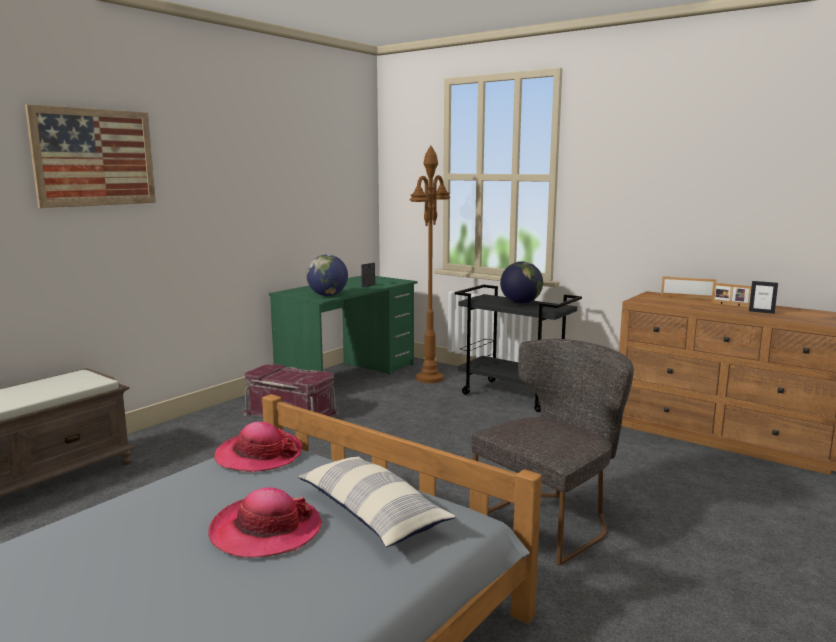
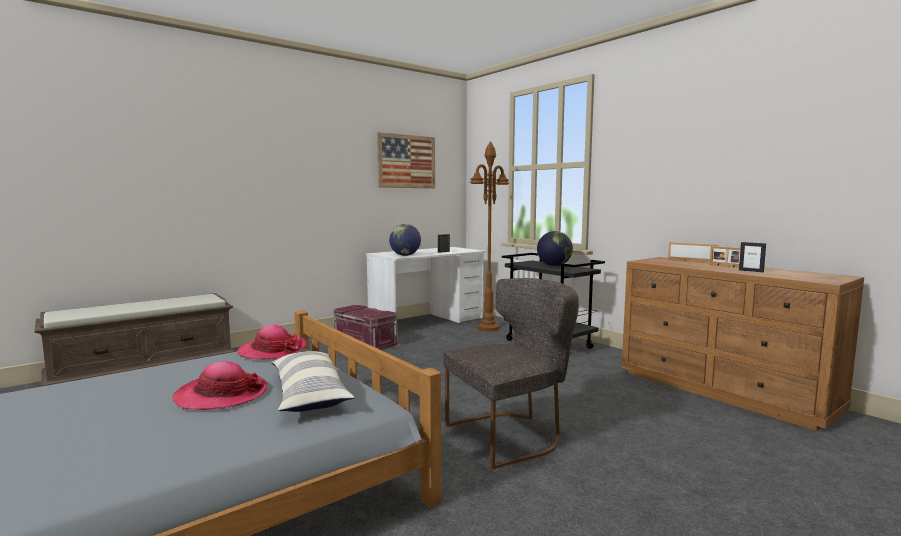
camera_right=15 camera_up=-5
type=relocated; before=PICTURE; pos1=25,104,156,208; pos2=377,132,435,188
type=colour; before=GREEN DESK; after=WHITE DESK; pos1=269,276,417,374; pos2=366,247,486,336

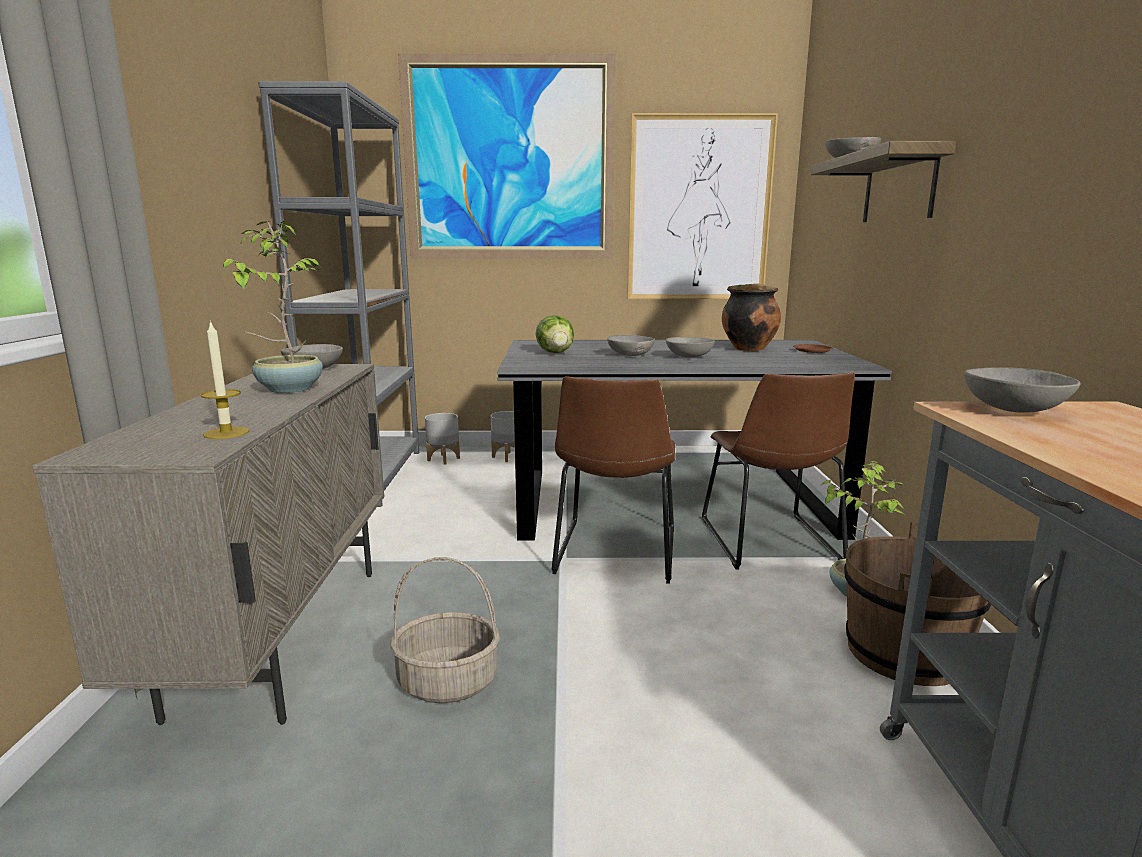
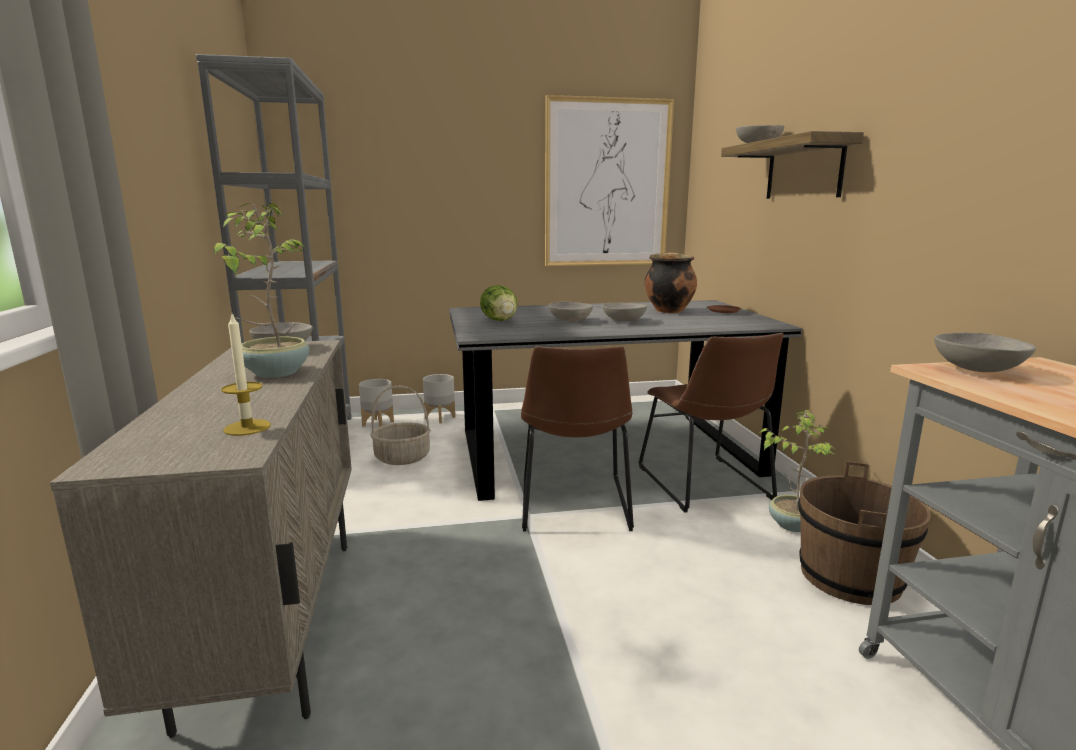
camera_right=-10 camera_up=0
type=relocated; before=BASKET; pos1=390,557,500,703; pos2=370,385,431,465
type=missing; before=PICTURE; pos1=398,53,616,259

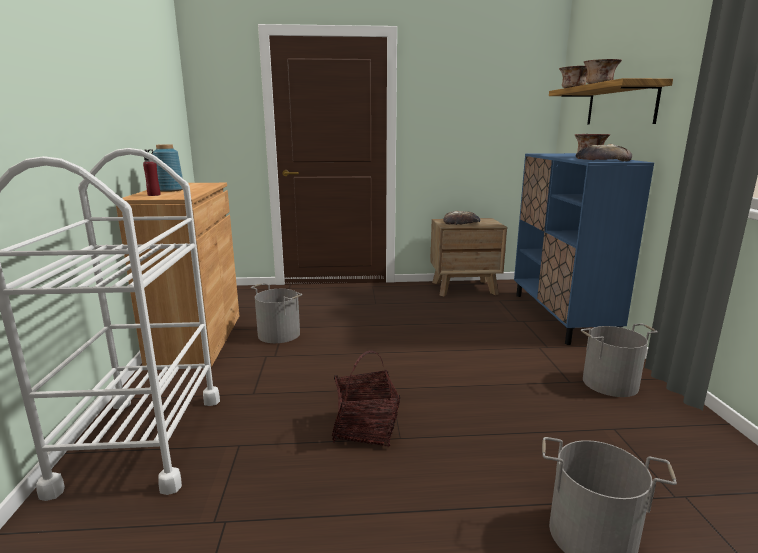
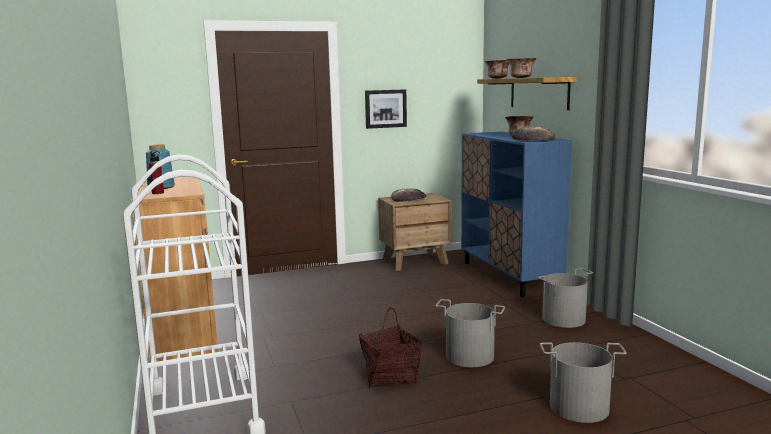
camera_right=-15 camera_up=-5
type=relocated; before=GREY BUCKET; pos1=251,283,303,343; pos2=435,299,505,367
type=appeared; after=PICTURE; pos2=365,89,407,129

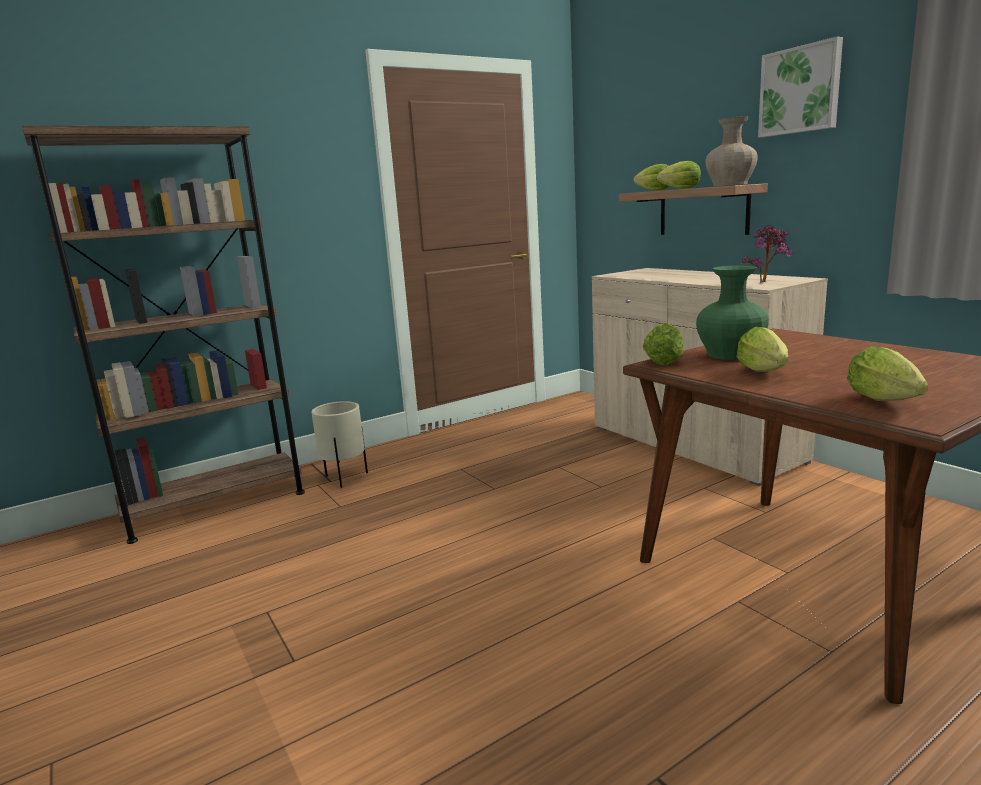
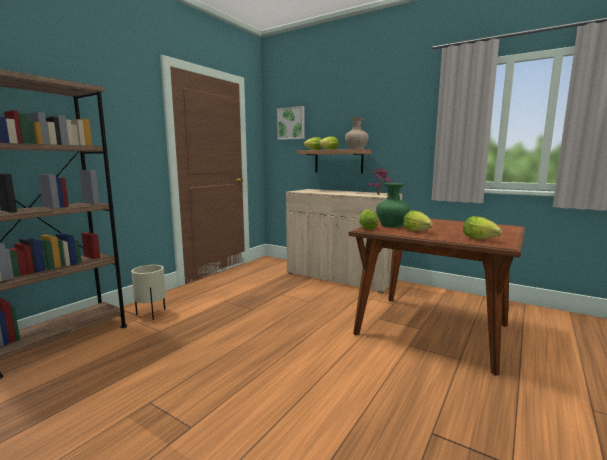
camera_right=-25 camera_up=-5
type=relocated; before=PICTURE; pos1=758,36,843,137; pos2=277,106,304,140

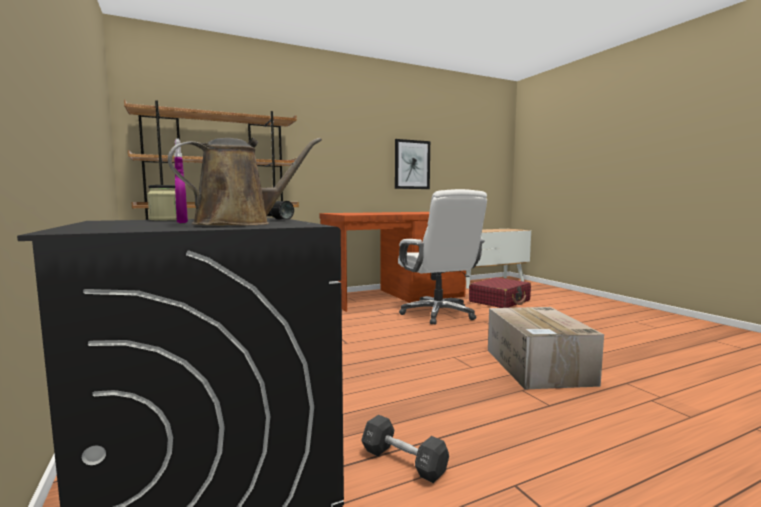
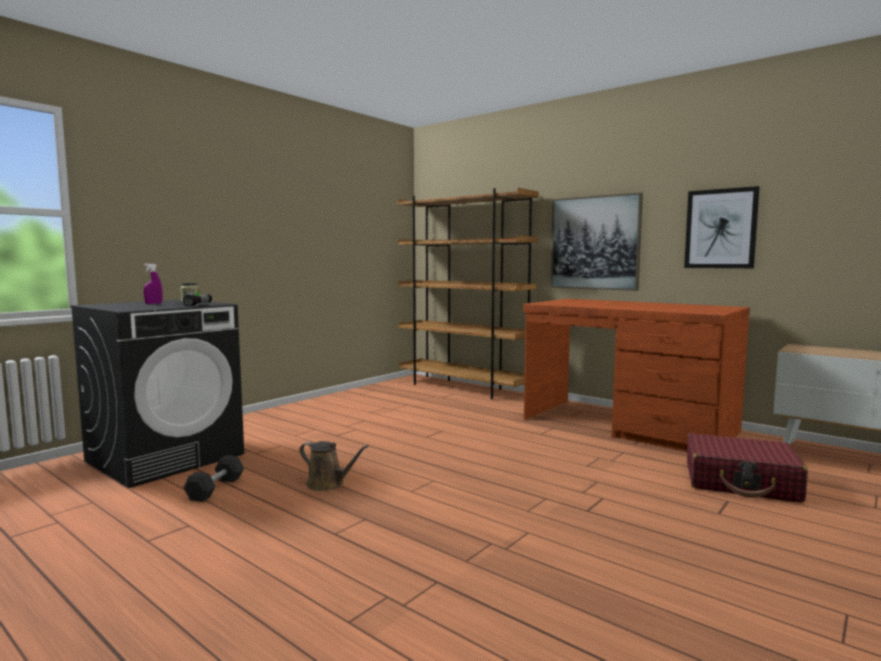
camera_right=65 camera_up=0
type=relocated; before=BROWN WATERING CAN; pos1=168,138,322,225; pos2=299,441,369,491
type=missing; before=WHITE OFFICE CHAIR; pos1=398,189,487,325
type=missing; before=CARDBOARD BOX; pos1=488,307,604,389
type=appeared; after=PICTURE; pos2=550,193,643,291

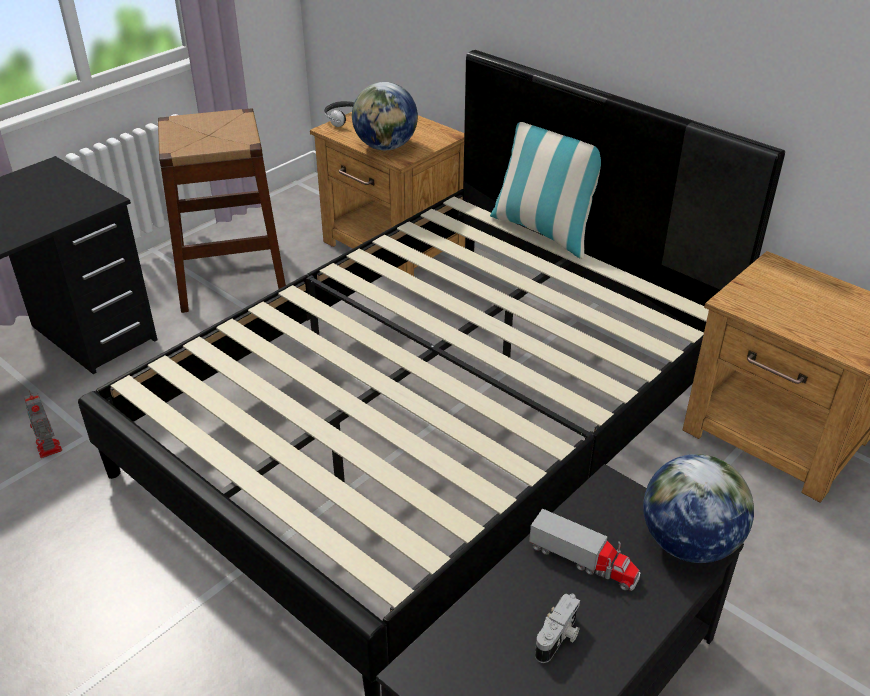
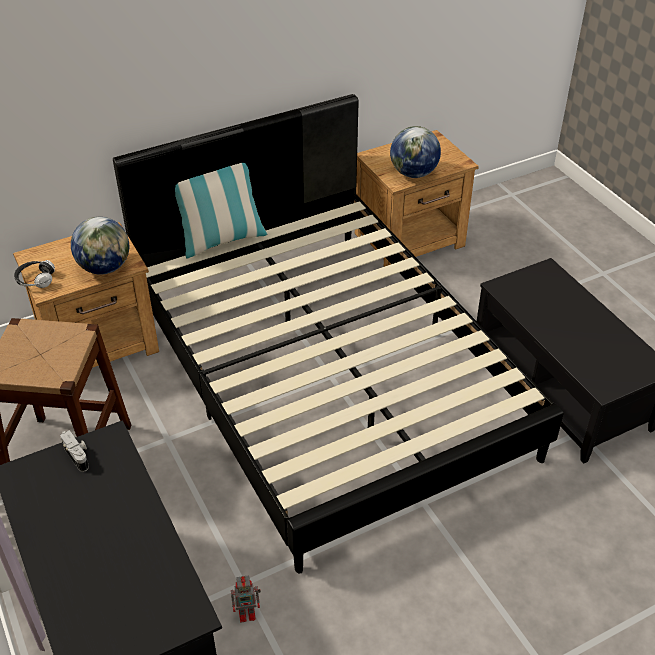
camera_right=-70 camera_up=5
type=missing; before=TOY TRUCK; pos1=529,508,641,591
type=relocated; before=PHOTO CAMERA; pos1=535,594,580,663; pos2=60,430,89,472
type=relocated; before=GLOBE; pos1=643,454,754,563; pos2=390,126,441,178

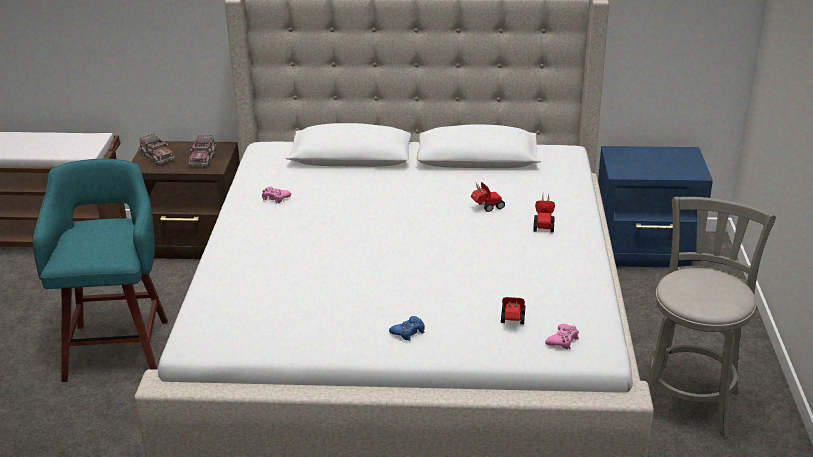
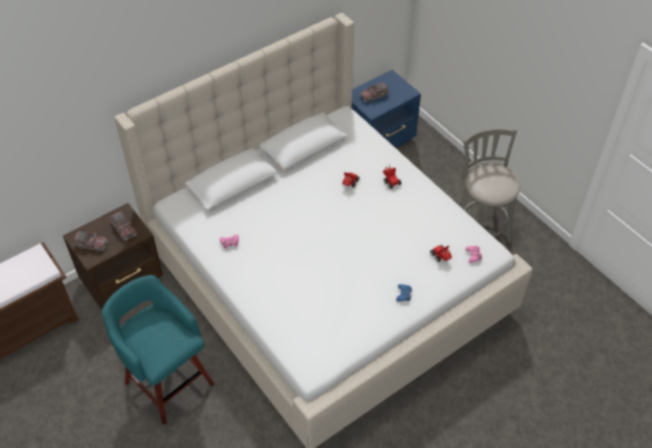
camera_right=-40 camera_up=20
type=appeared; after=TOY TRUCK; pos2=360,82,389,102

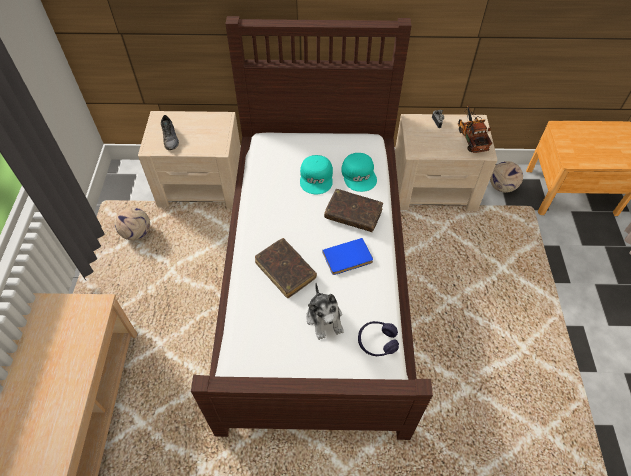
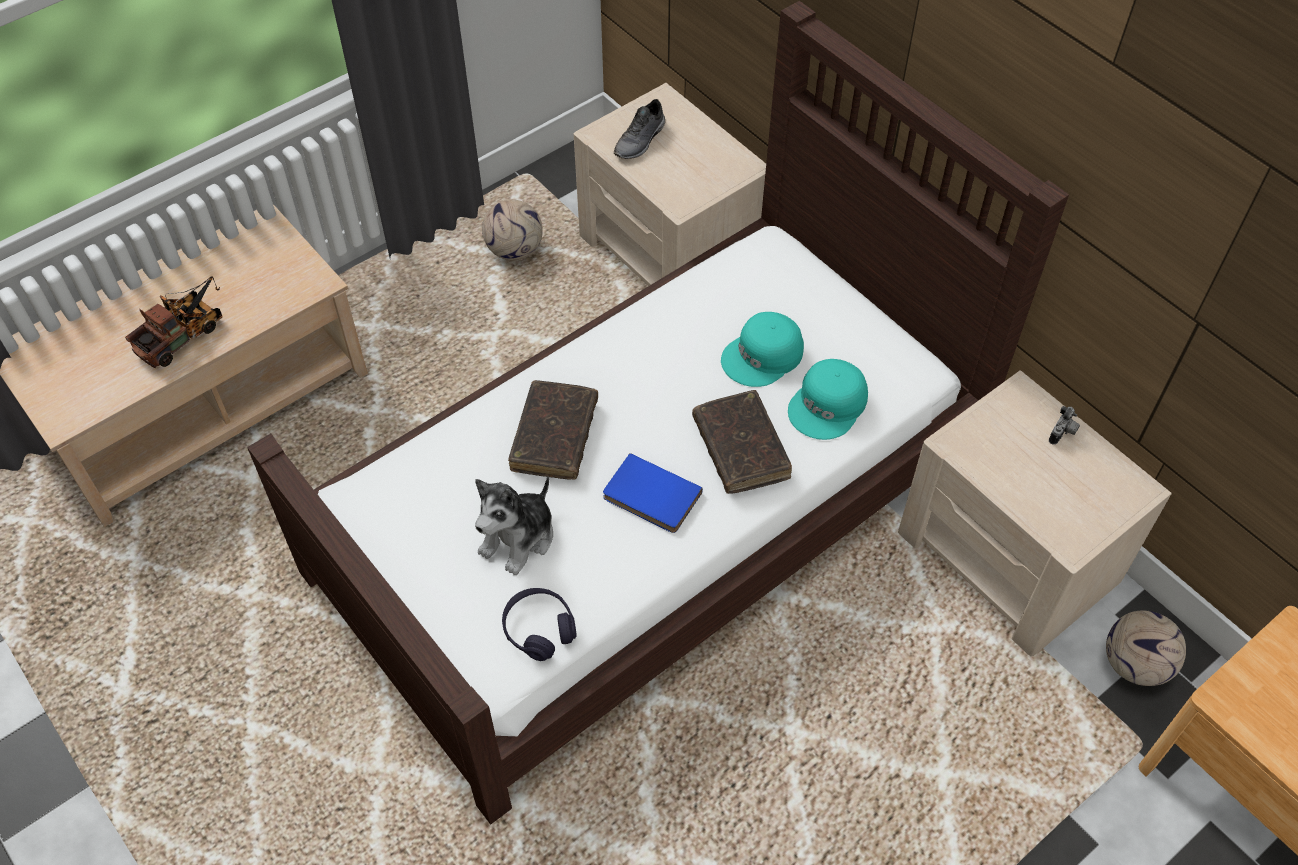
camera_right=50 camera_up=0
type=relocated; before=TOY TRUCK; pos1=458,105,492,153; pos2=125,276,223,368

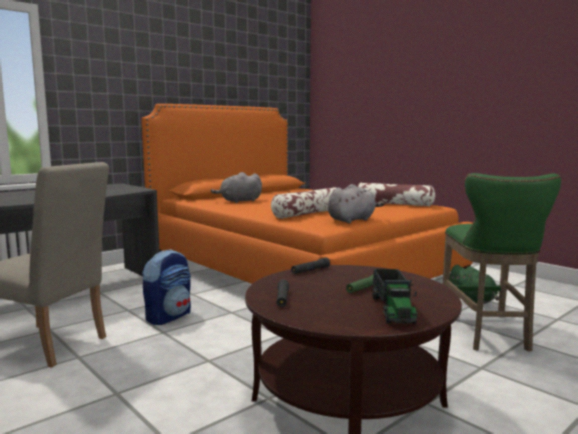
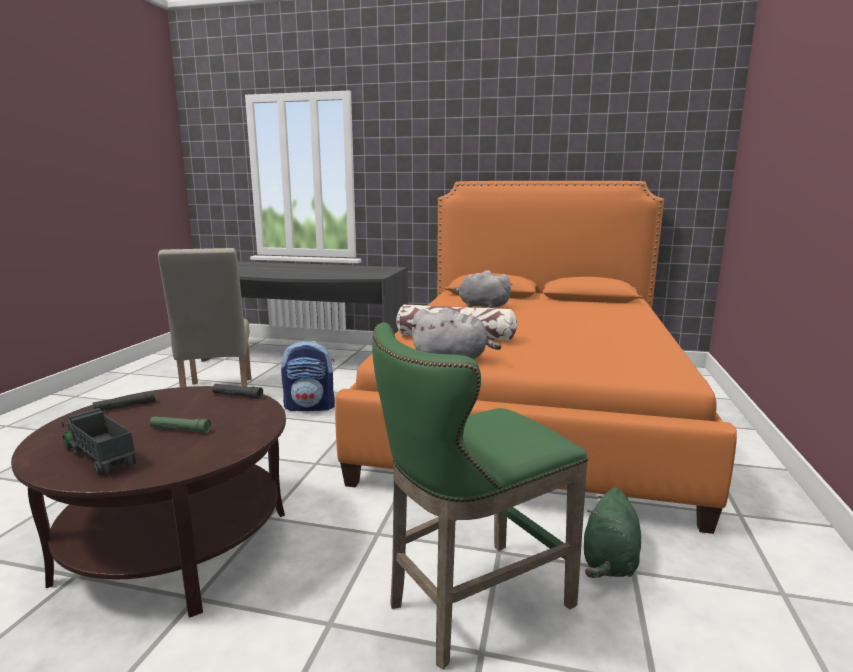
camera_right=55 camera_up=5
type=missing; before=PILLOW; pos1=357,183,435,206
type=spun; before=TOY TRUCK; pos1=372,269,417,324; pos2=62,408,136,476; turn=75

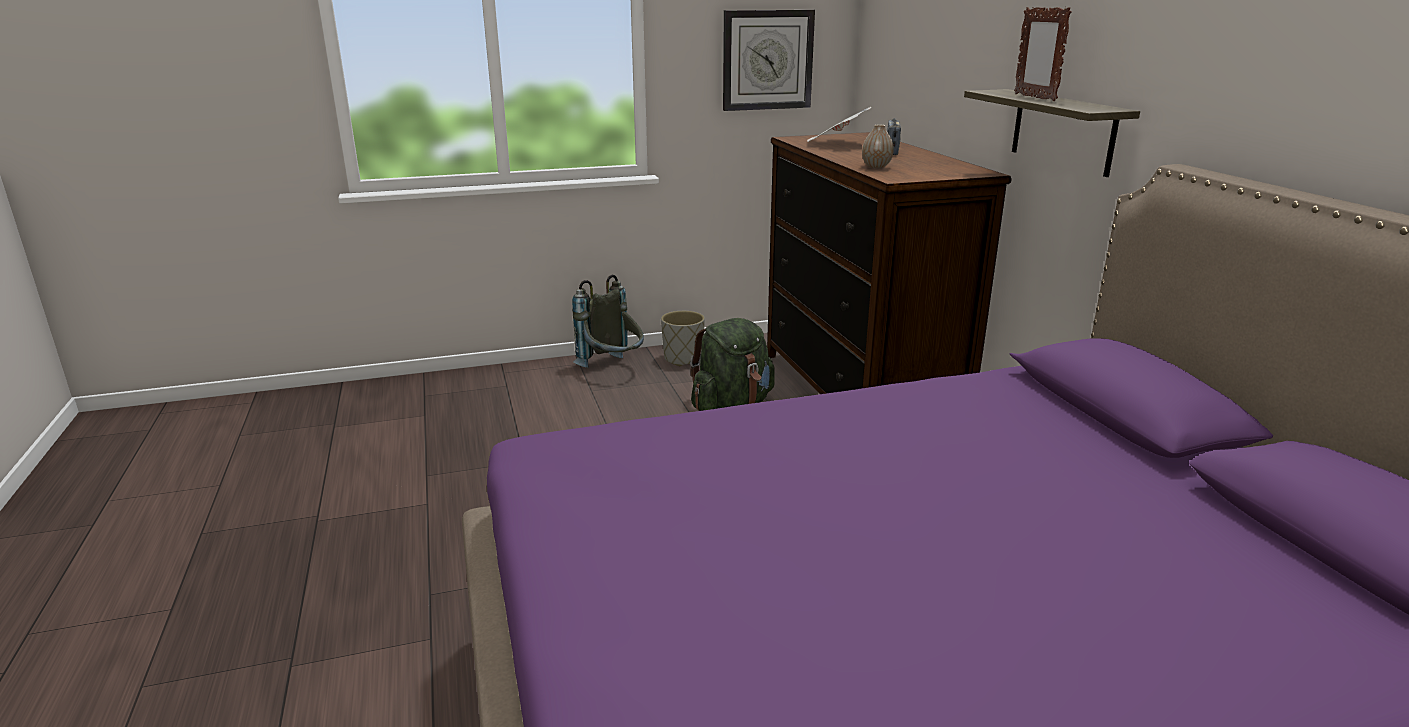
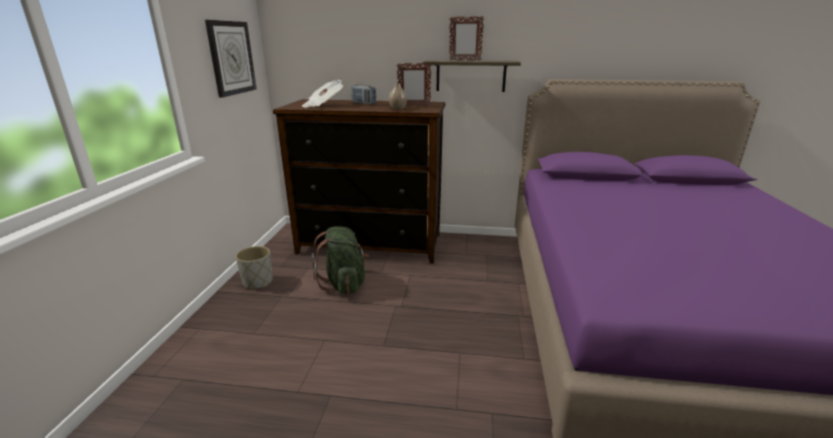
camera_right=-65 camera_up=0
type=missing; before=GREY BACKPACK; pos1=572,274,644,368
type=appeared; after=PICTURE FRAME; pos2=397,63,431,106

